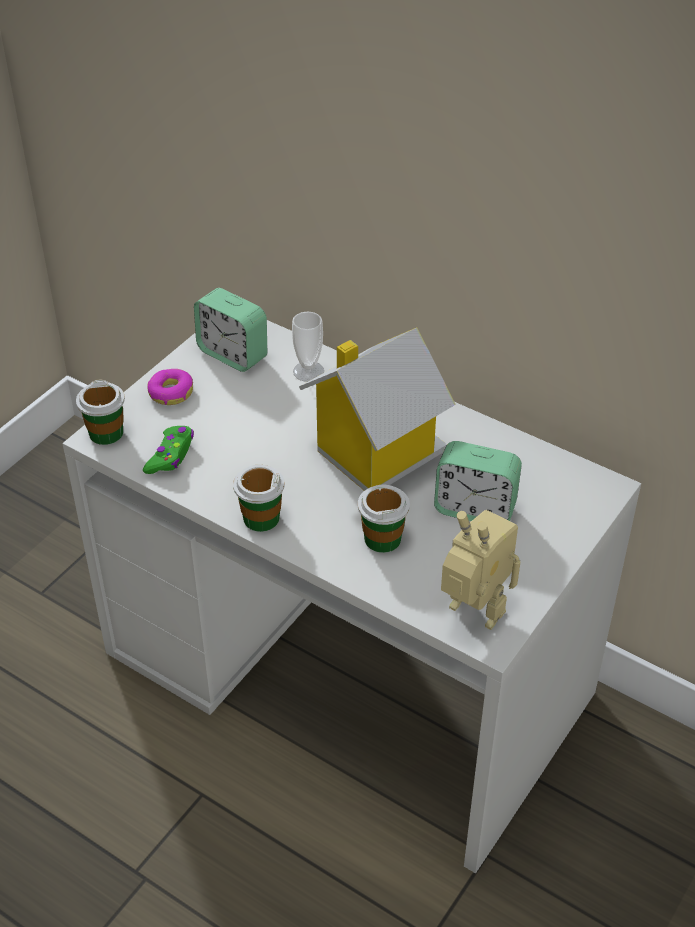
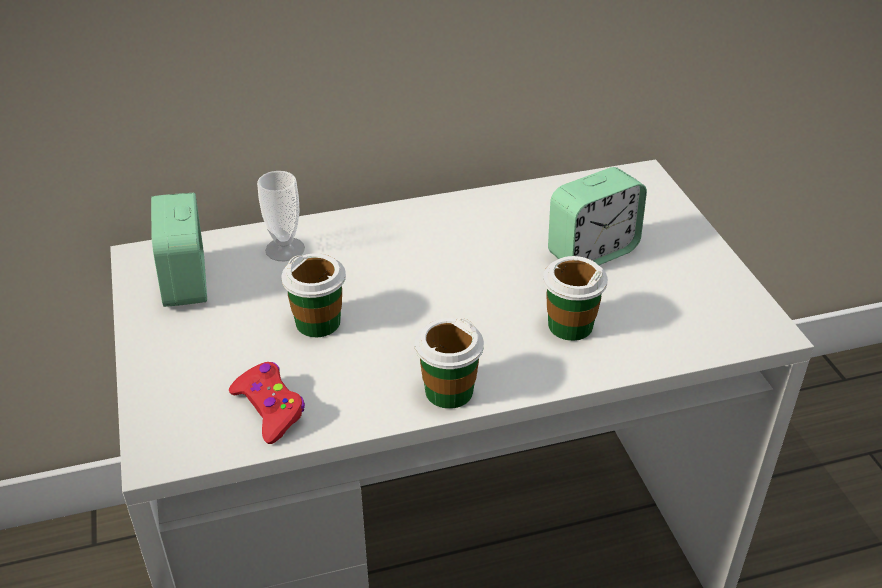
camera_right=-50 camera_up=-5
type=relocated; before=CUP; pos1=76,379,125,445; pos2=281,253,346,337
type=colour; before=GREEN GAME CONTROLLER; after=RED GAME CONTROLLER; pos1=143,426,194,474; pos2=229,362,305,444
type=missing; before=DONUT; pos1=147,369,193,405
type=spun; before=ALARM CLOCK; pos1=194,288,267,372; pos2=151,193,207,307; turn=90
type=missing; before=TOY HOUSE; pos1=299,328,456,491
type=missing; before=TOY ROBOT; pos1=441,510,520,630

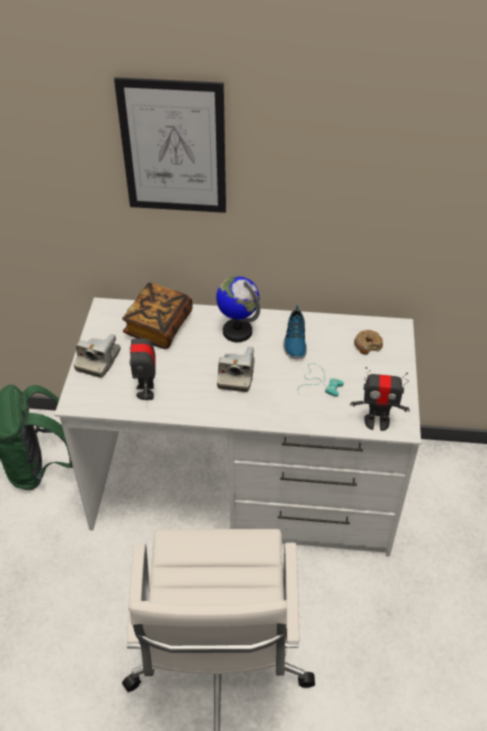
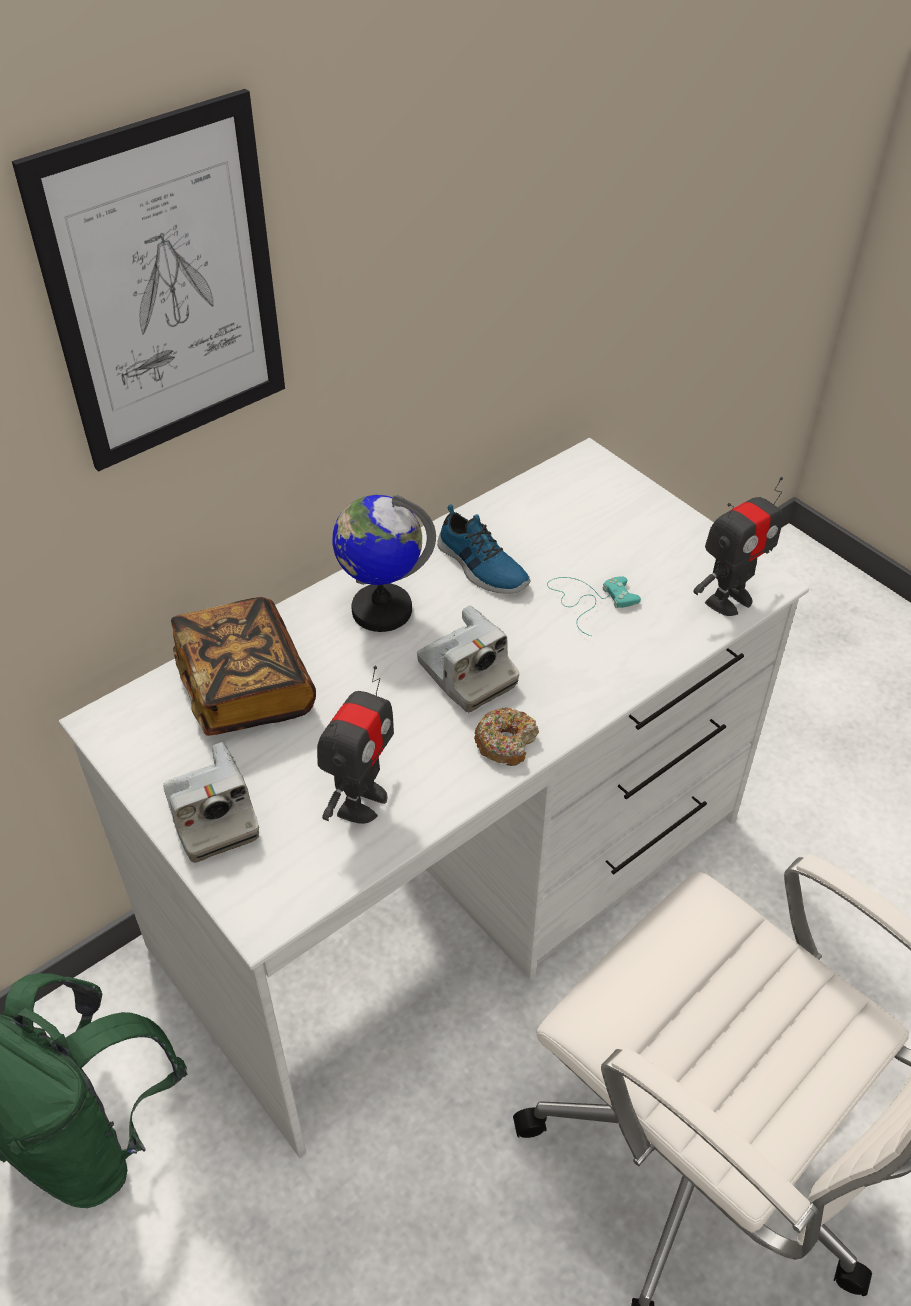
camera_right=-45 camera_up=0
type=spun; before=TOY ROBOT; pos1=129,323,156,400; pos2=317,666,394,824; turn=-105
type=relocated; before=DONUT; pos1=354,330,383,355; pos2=474,707,539,766

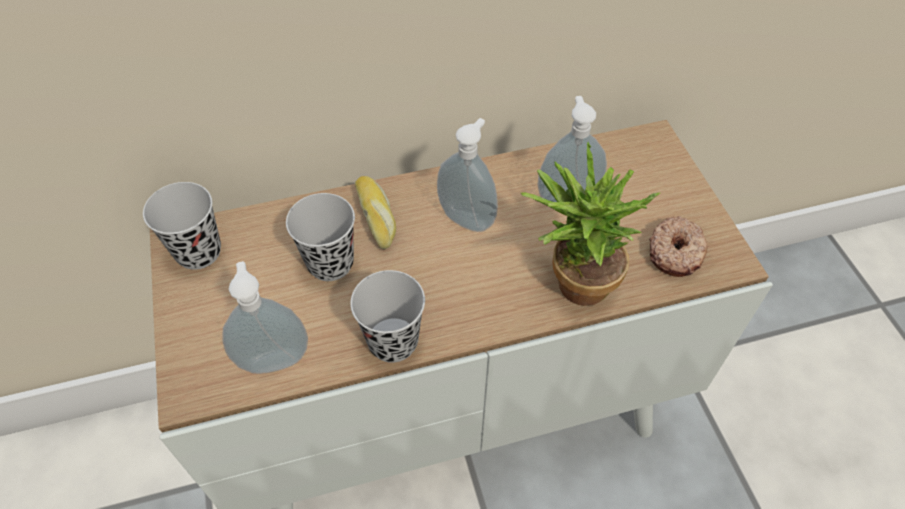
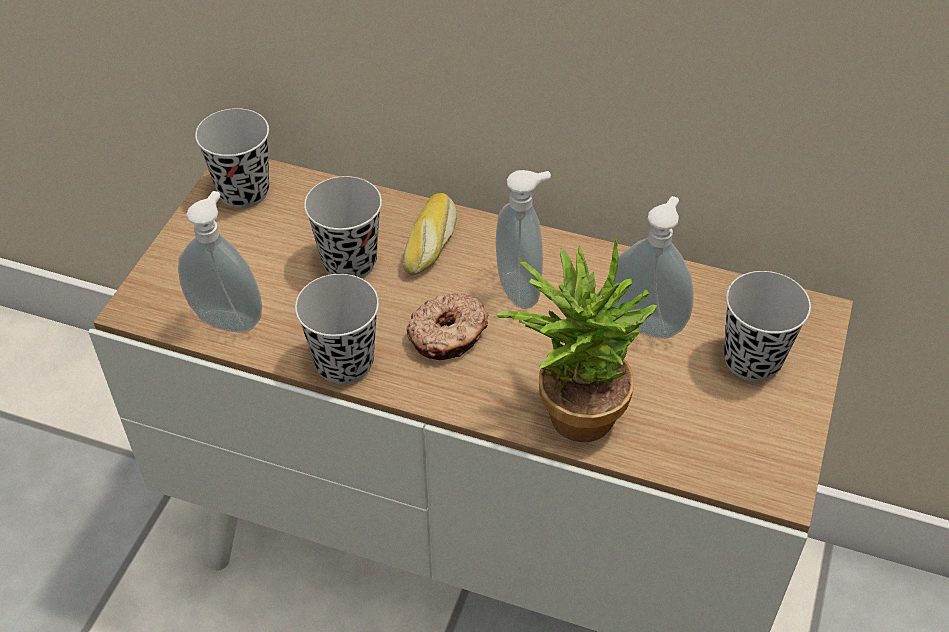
camera_right=35 camera_up=-5
type=relocated; before=DONUT; pos1=649,216,707,277; pos2=407,293,489,360
type=appeared; after=BLACK CUP; pos2=724,271,811,381

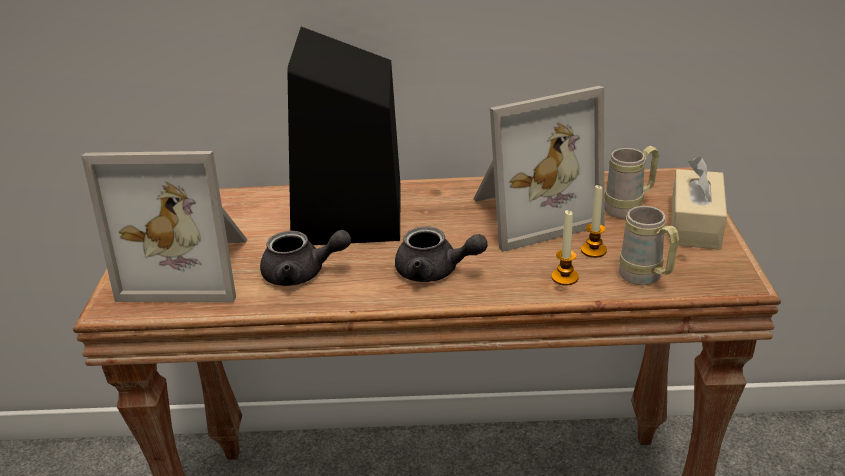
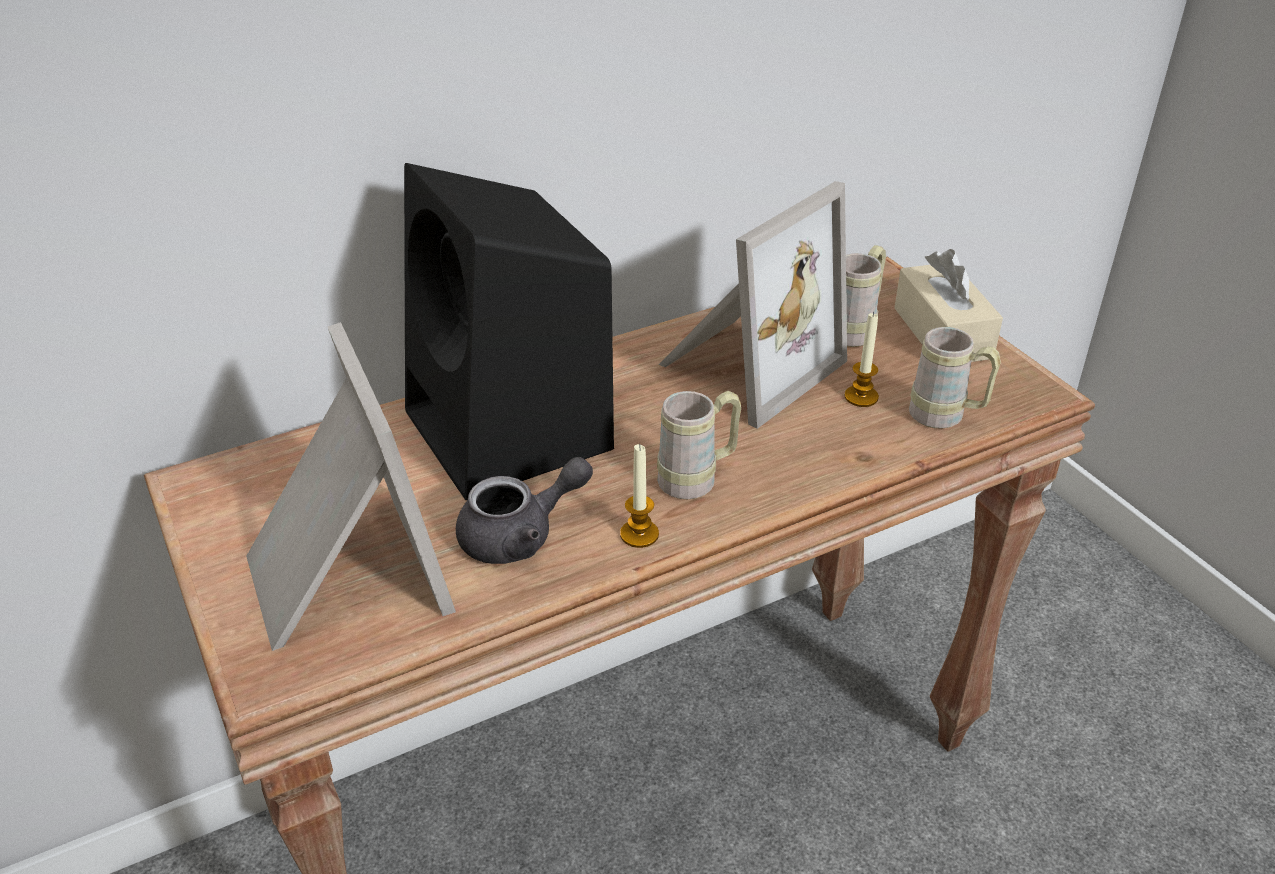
camera_right=-30 camera_up=5
type=spun; before=PICTURE FRAME; pos1=81,151,248,302; pos2=246,322,456,651; turn=-90
type=exchanged; before=GREY TEAPOT; after=BEIGE MUG; pos1=395,226,488,282; pos2=657,391,741,499
type=relocated; before=CANDLE; pos1=552,210,579,286; pos2=620,444,659,548

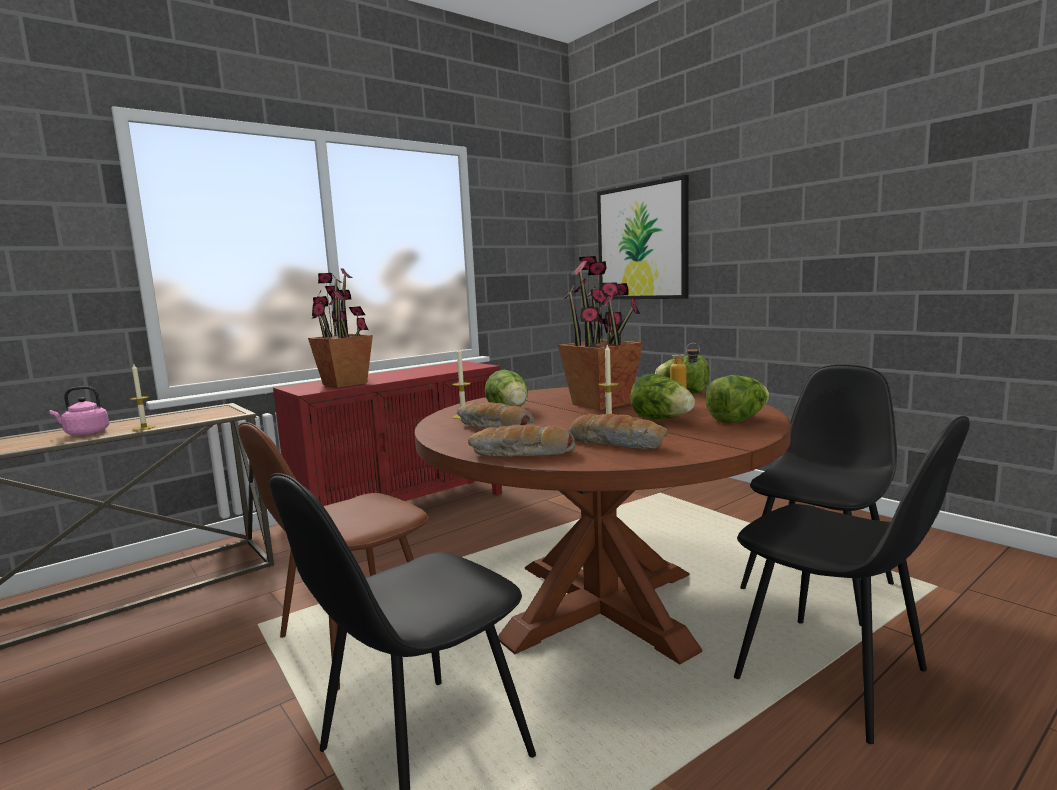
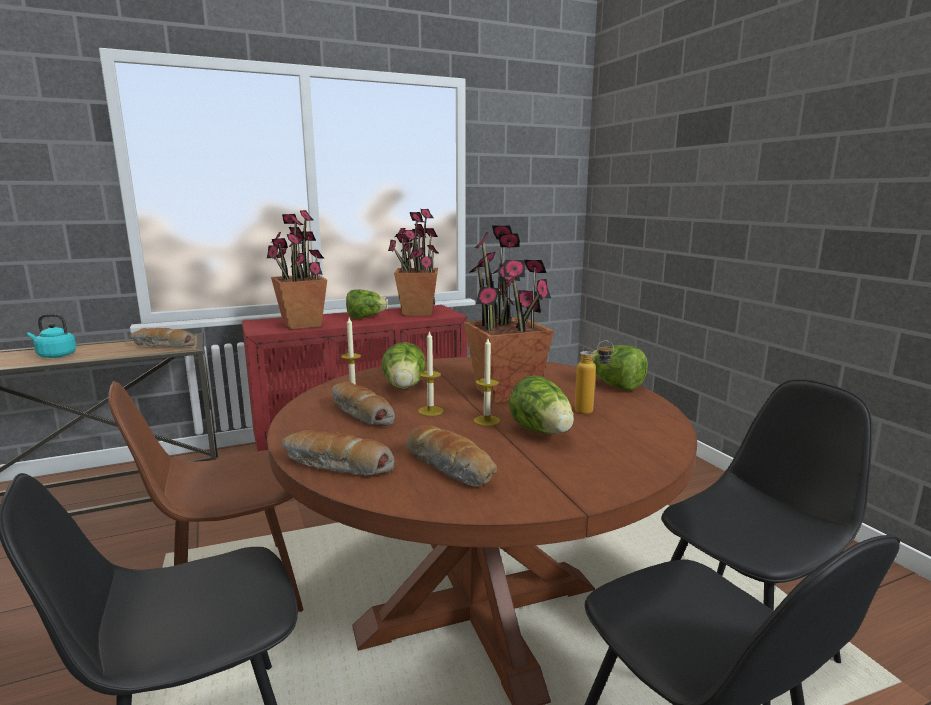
camera_right=15 camera_up=5
type=colour; before=PINK KETTLE; after=TURQUOISE KETTLE; pos1=49,386,109,436; pos2=27,314,77,358
type=relocated; before=CANDLE; pos1=130,364,156,430; pos2=418,330,444,416
type=missing; before=PICTURE; pos1=597,175,689,299
type=relocated; before=LETTUCE; pos1=705,375,769,424; pos2=346,289,388,319
type=appeared; after=BREAD; pos2=130,328,195,347
type=appeared; after=POTTED PLANT; pos2=388,209,440,316

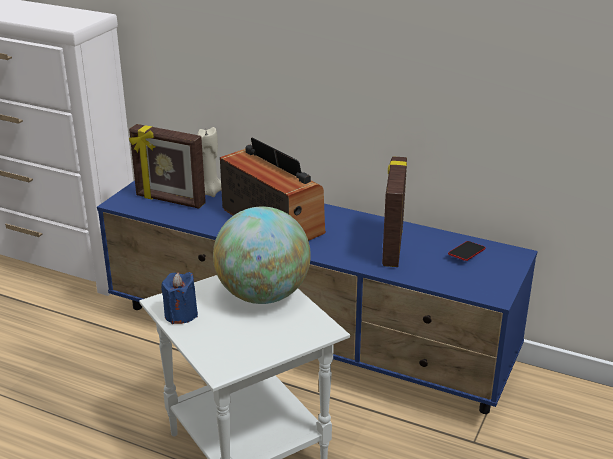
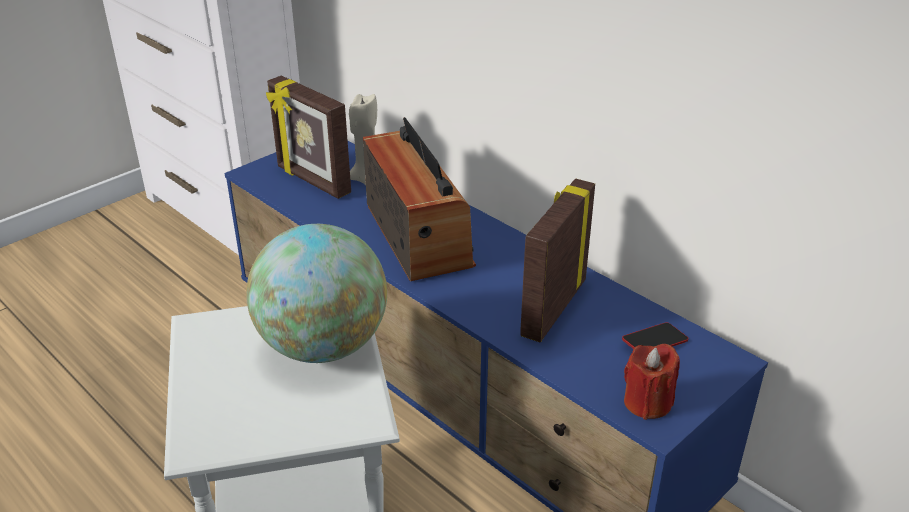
camera_right=20 camera_up=5
type=missing; before=BLUE CANDLE; pos1=161,272,198,324
type=appeared; after=RED CANDLE; pos2=624,344,680,420

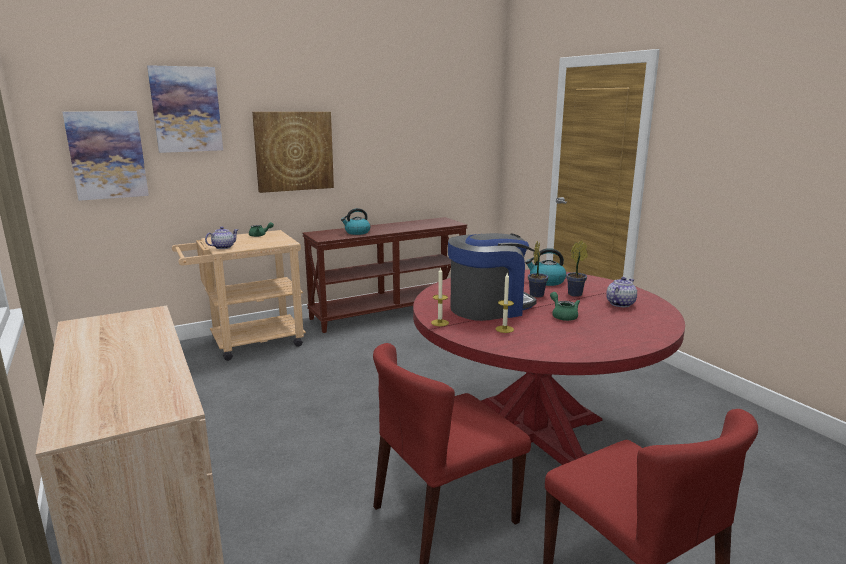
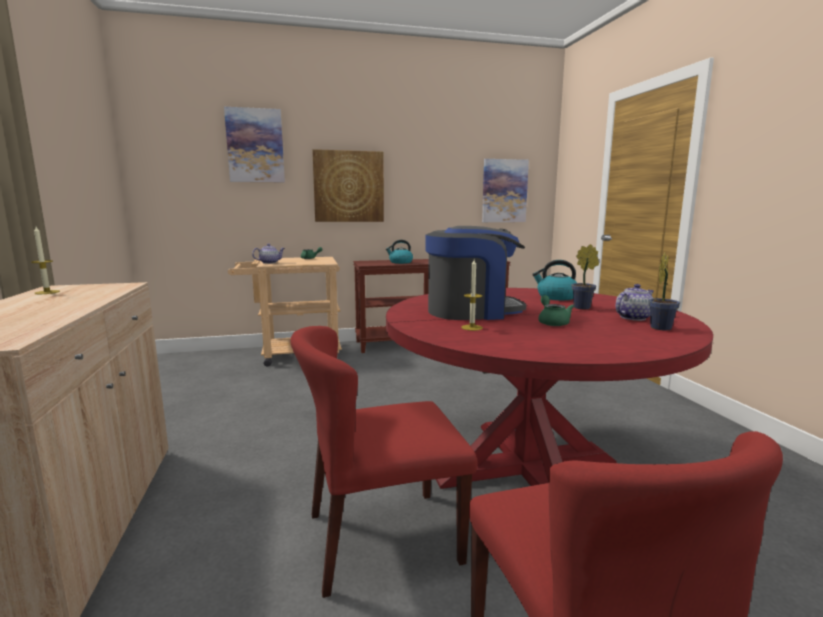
camera_right=15 camera_up=-5
type=relocated; before=PICTURE; pos1=63,111,149,201; pos2=482,159,529,222
type=relocated; before=CANDLE; pos1=431,267,449,326; pos2=31,227,60,294
type=relocated; before=POTTED PLANT; pos1=528,241,548,297; pos2=648,253,680,330

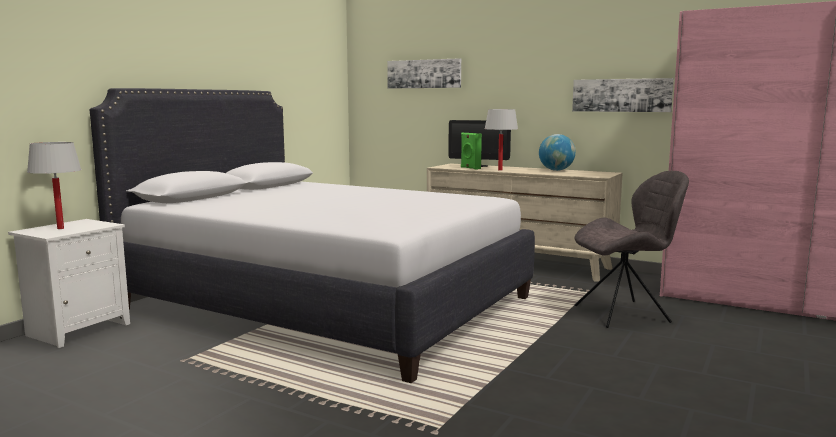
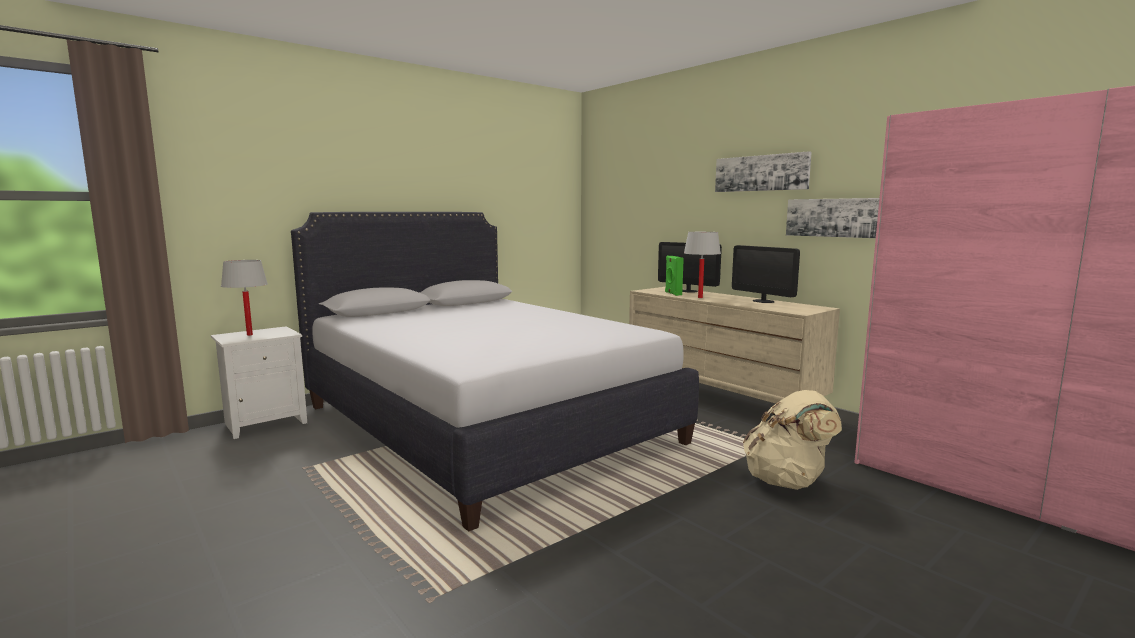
camera_right=20 camera_up=0
type=relocated; before=PICTURE; pos1=387,58,461,89; pos2=715,151,812,192
type=exchanged; before=GLOBE; after=MONITOR; pos1=539,134,576,171; pos2=732,245,800,303
type=exchanged; before=GREY CHAIR; after=BEIGE BACKPACK; pos1=574,171,689,328; pos2=743,390,842,490

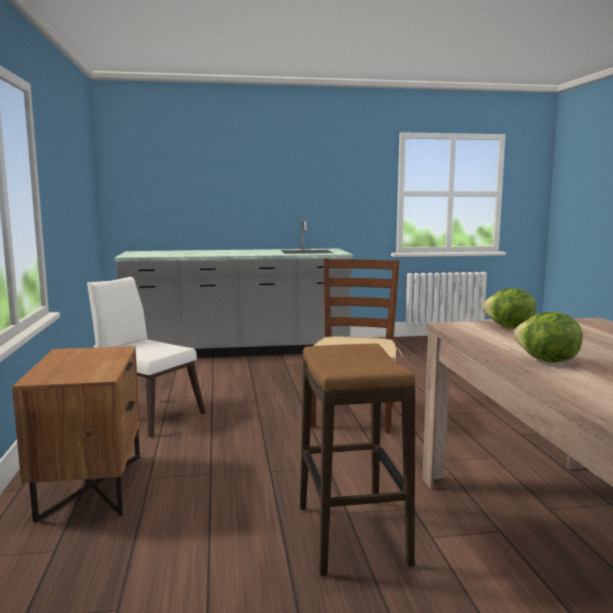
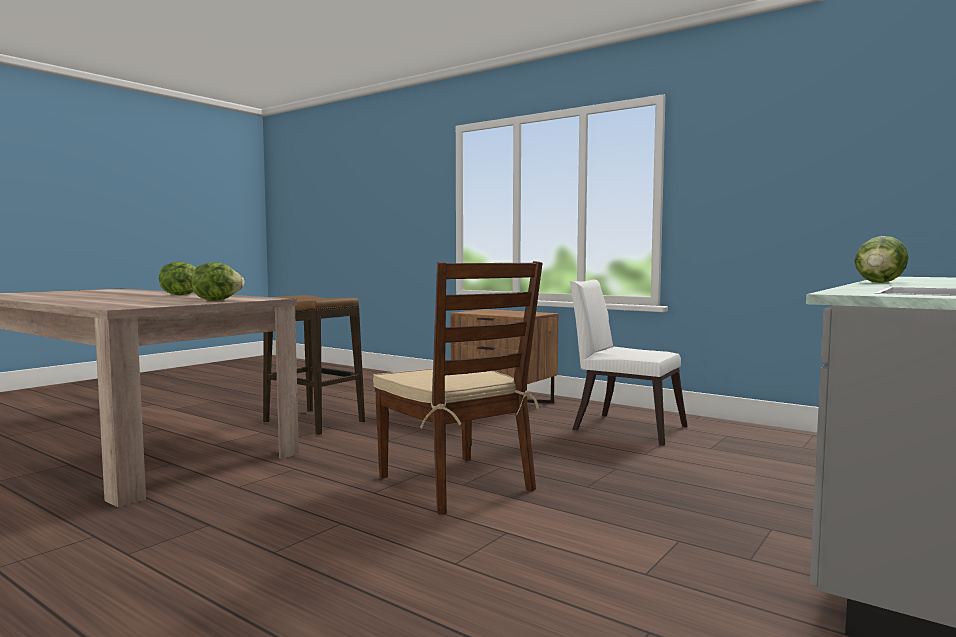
camera_right=135 camera_up=-5
type=spun; before=WHITE CHAIR; pos1=87,277,206,437; pos2=570,280,687,445; turn=-135
type=appeared; after=LETTUCE; pos2=854,236,909,283

